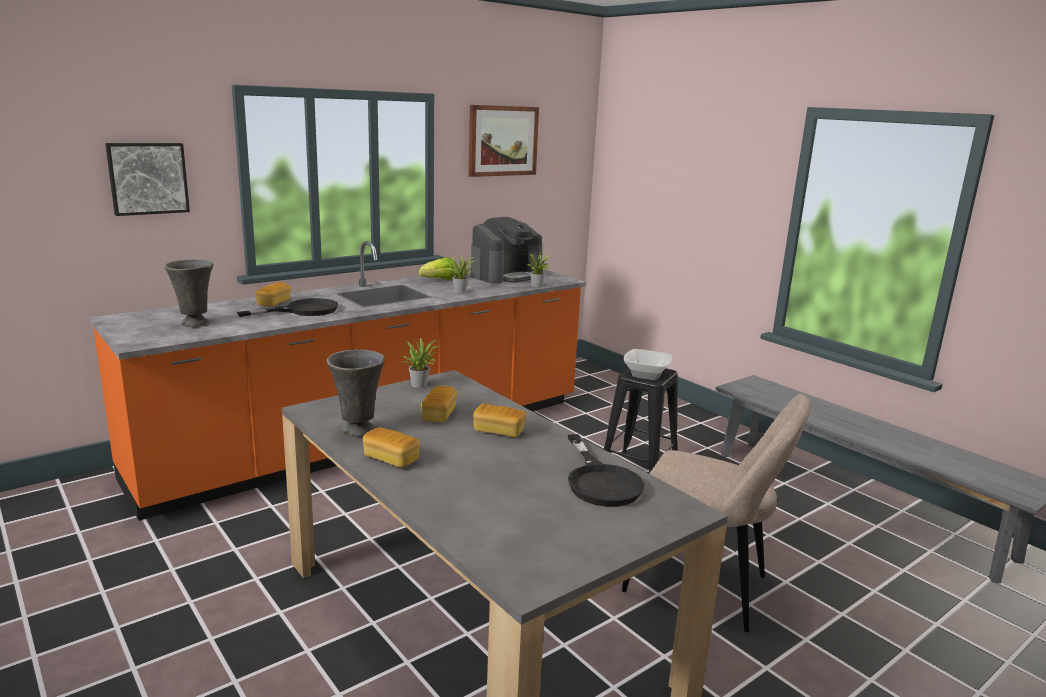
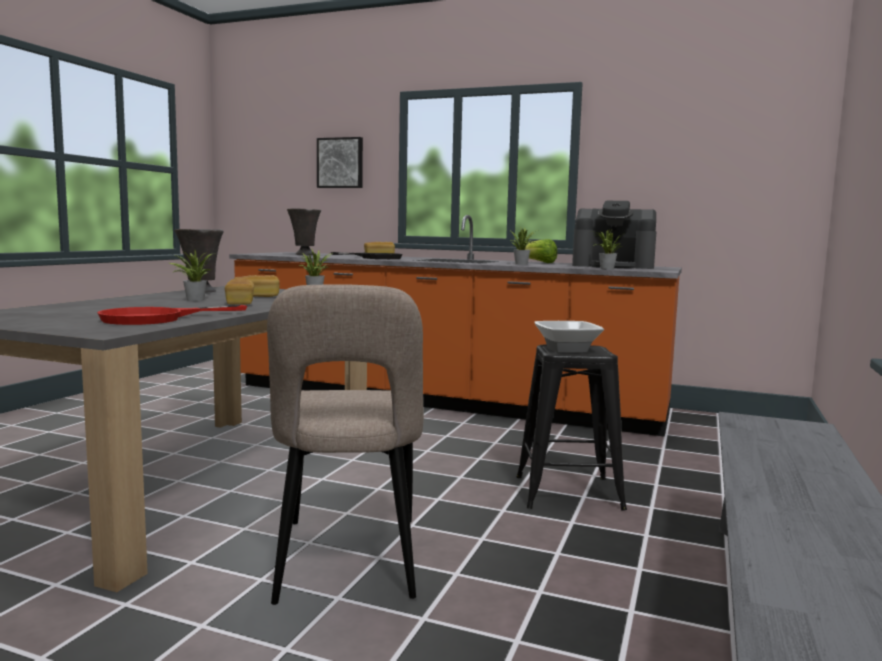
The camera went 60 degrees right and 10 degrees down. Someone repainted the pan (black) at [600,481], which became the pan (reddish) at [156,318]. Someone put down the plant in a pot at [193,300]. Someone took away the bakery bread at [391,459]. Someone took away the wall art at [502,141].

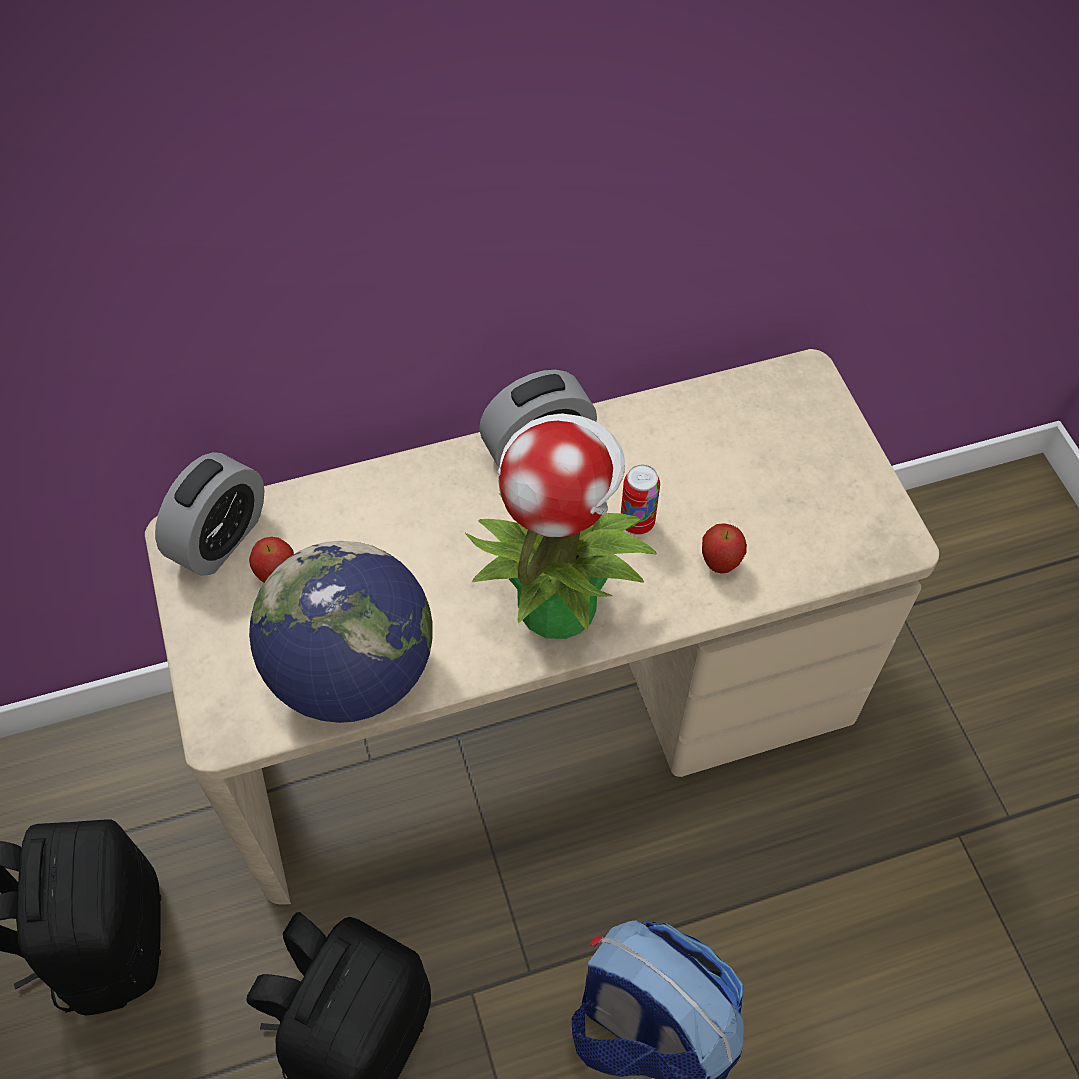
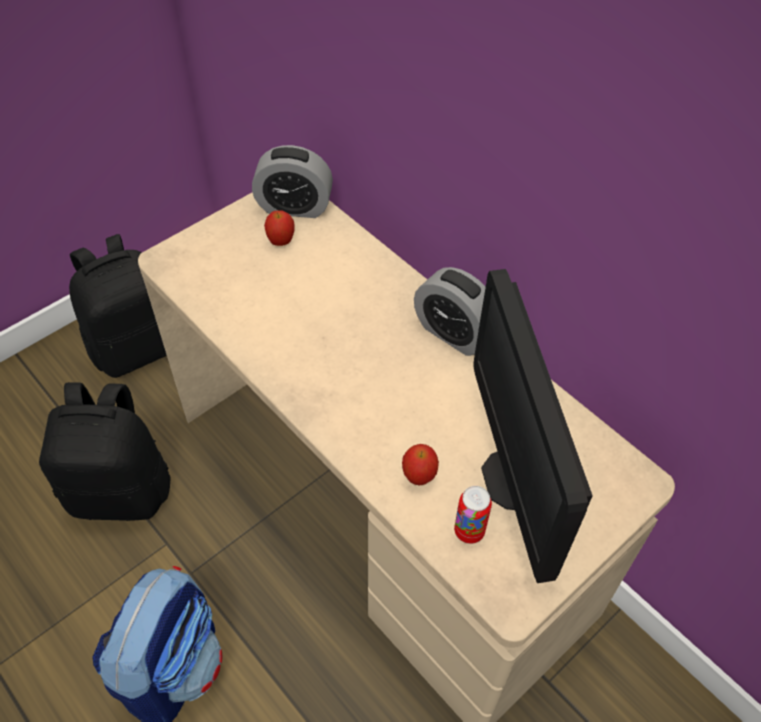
The camera went 65 degrees right and 5 degrees down. Someone carried the can from [637,522] to [469,531]. Someone put down the monitor at [513,479]. Someone took away the world globe at [353,672]. Someone took away the plant in a pot at [557,601].

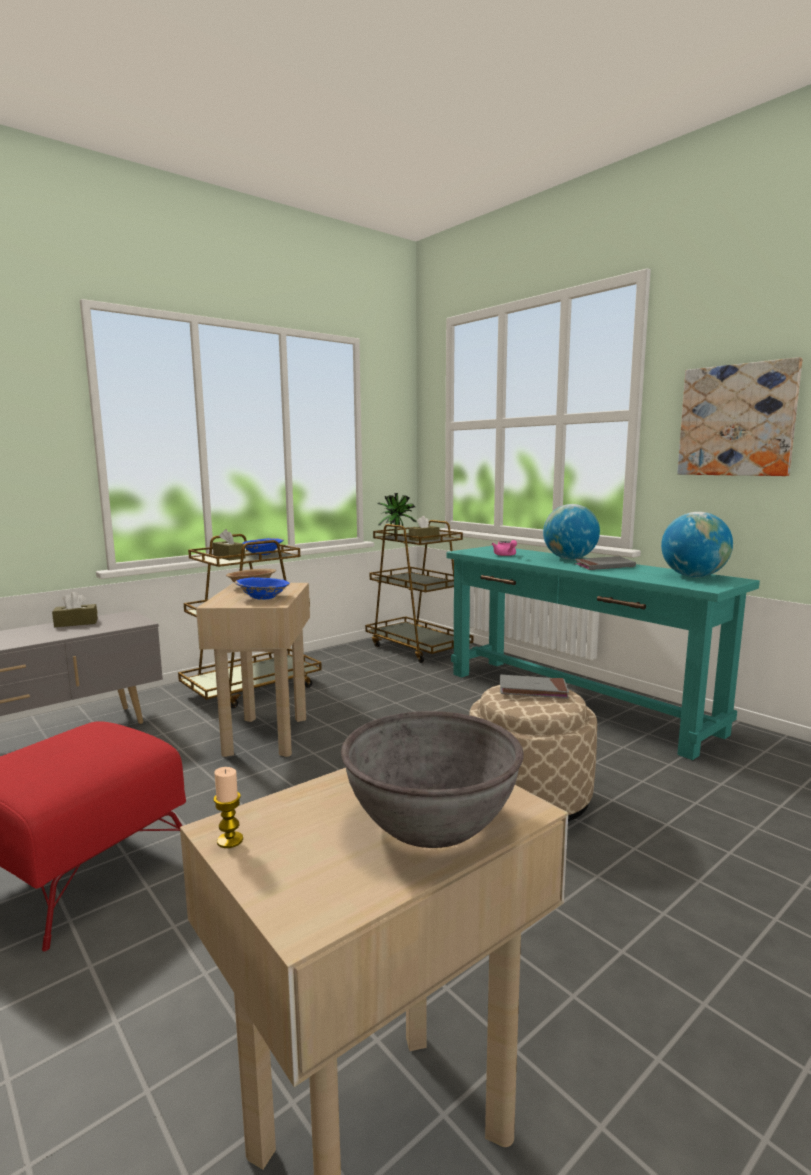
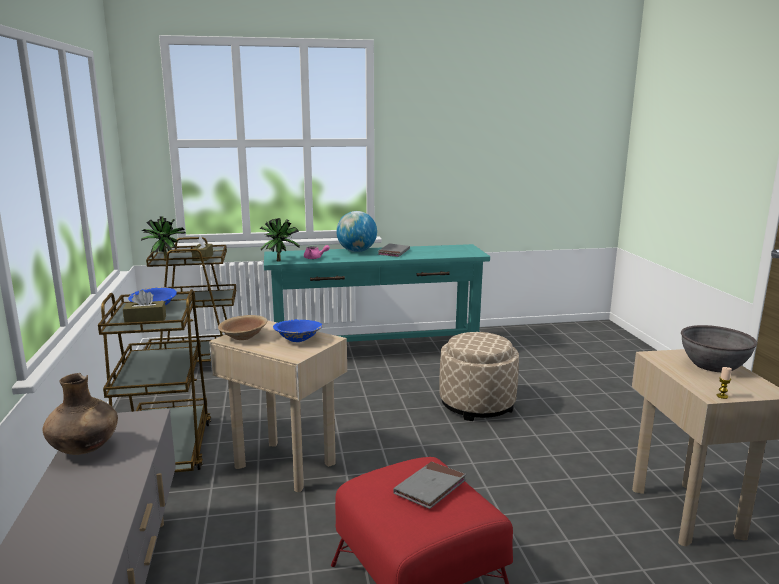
The camera went 60 degrees left and 5 degrees up. Someone swapped the box of tissues (brownish) at [76,623] for the flower vase (brownish) at [85,449]. Someone put down the plant in a pot at [280,260]. Someone carried the volume (grey) from [533,690] to [430,488]. Someone took away the world globe at [693,576]. Someone took away the wall art at [737,420].

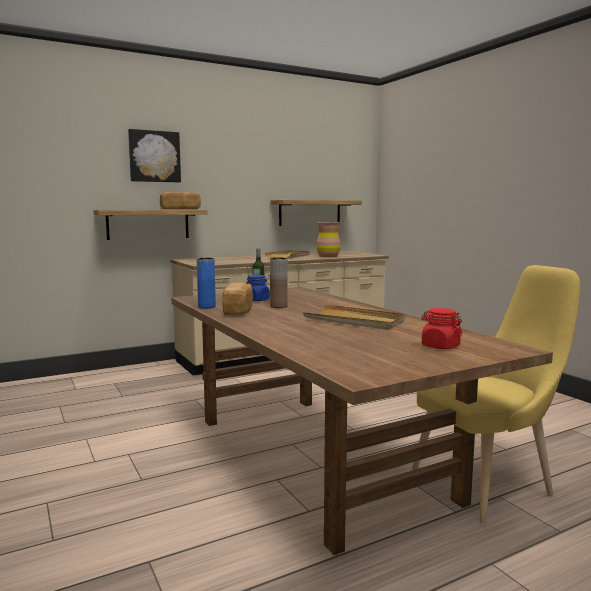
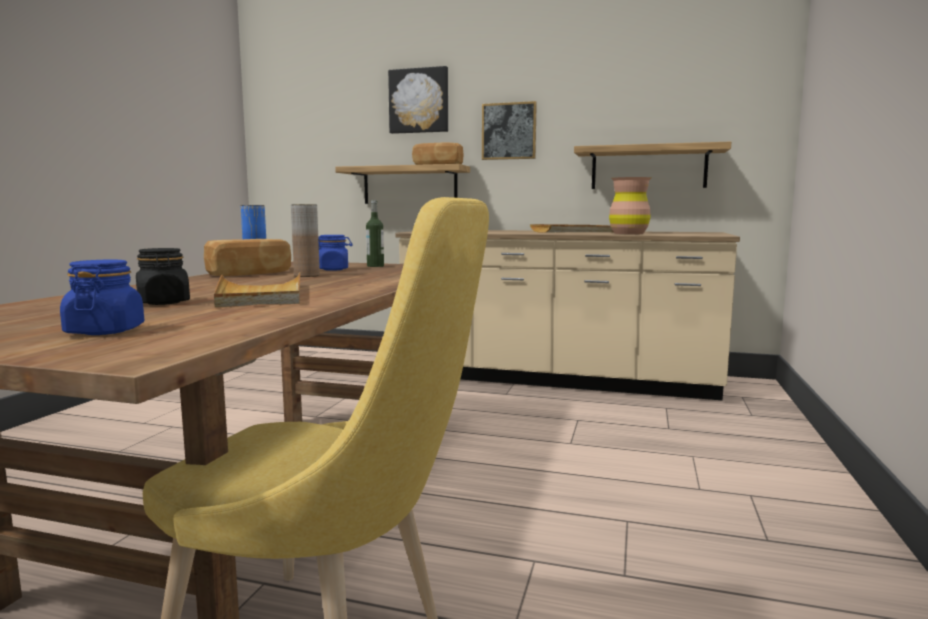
The camera went 45 degrees right and 0 degrees up. Someone repainted the jar (reddish) at [440,346], which became the jar (bluish) at [105,331]. Someone put down the jar (black) at [164,302]. Someone put up the wall art at [509,131].

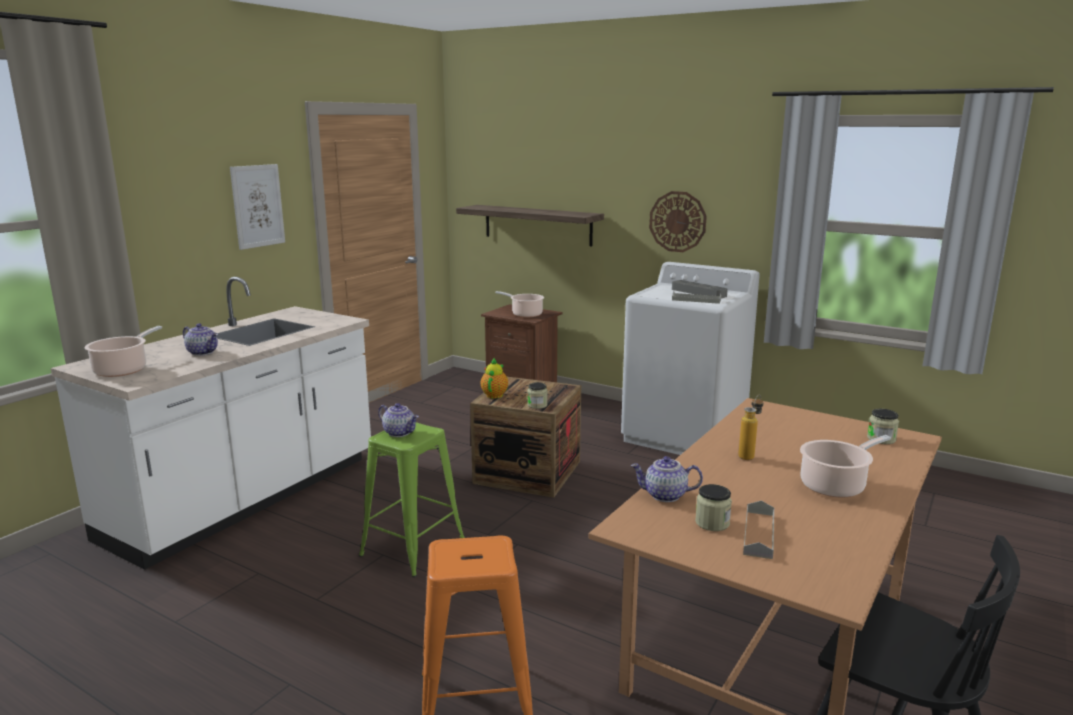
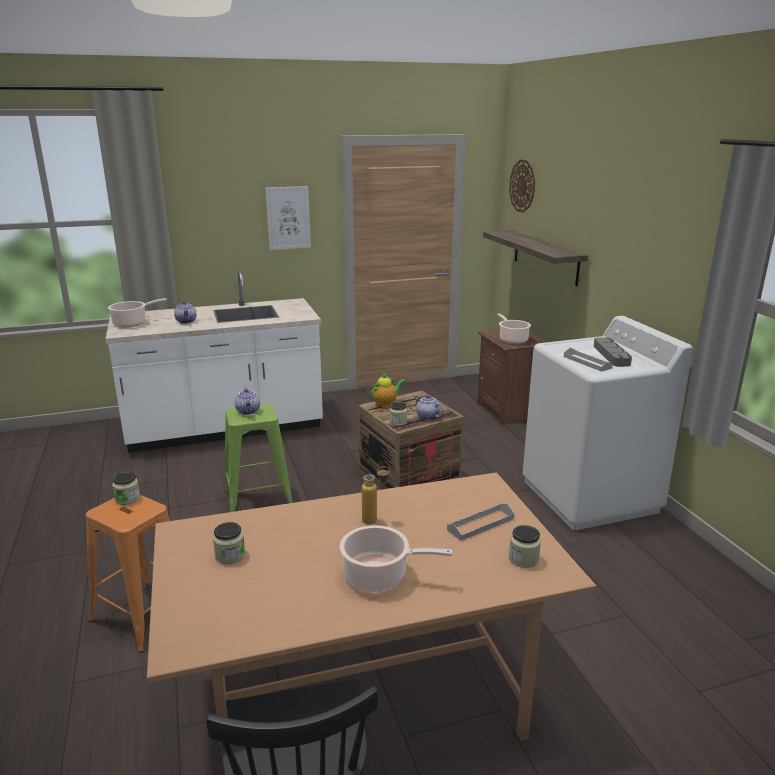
The camera went 40 degrees right and 5 degrees up. Someone put down the jar at [127,499]. Someone carried the tea pot from [664,496] to [427,417]. Someone carried the carrying tray (grey) from [759,534] to [480,524]. Someone carried the clock on the wall from [677,221] to [522,186].

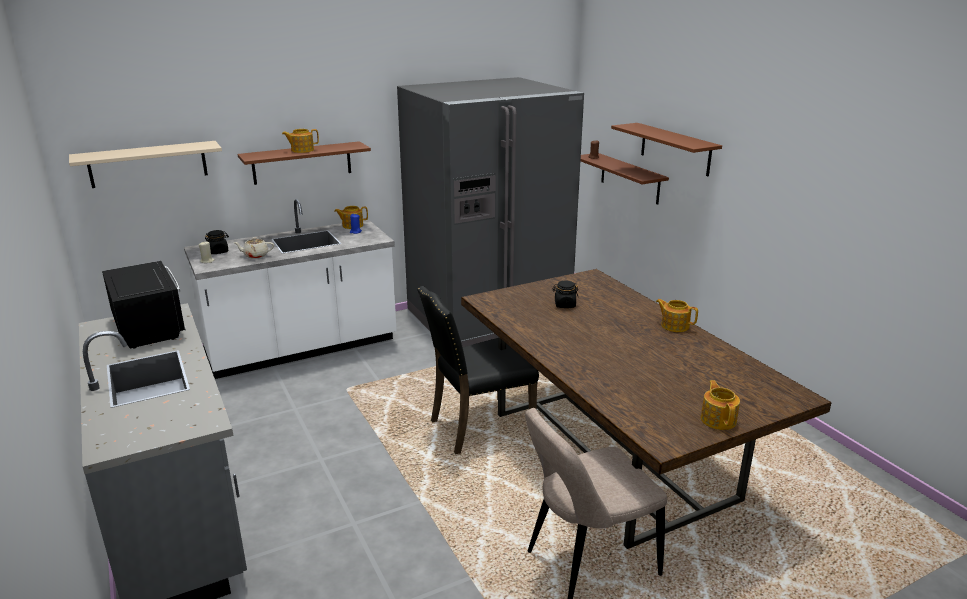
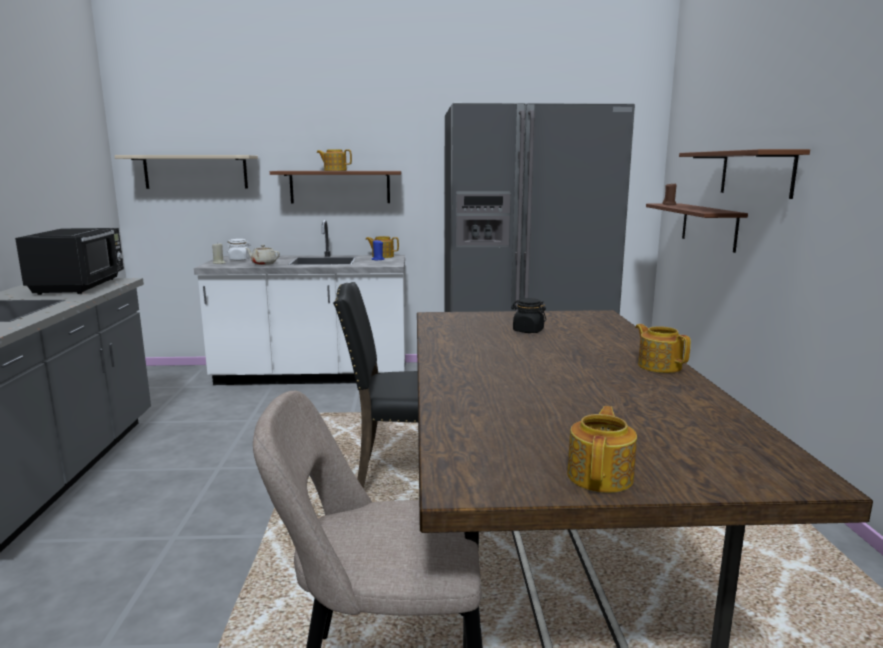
The camera went 25 degrees right and 10 degrees down. Someone repainted the jar (black) at [218,251], which became the jar (whitish) at [239,259].

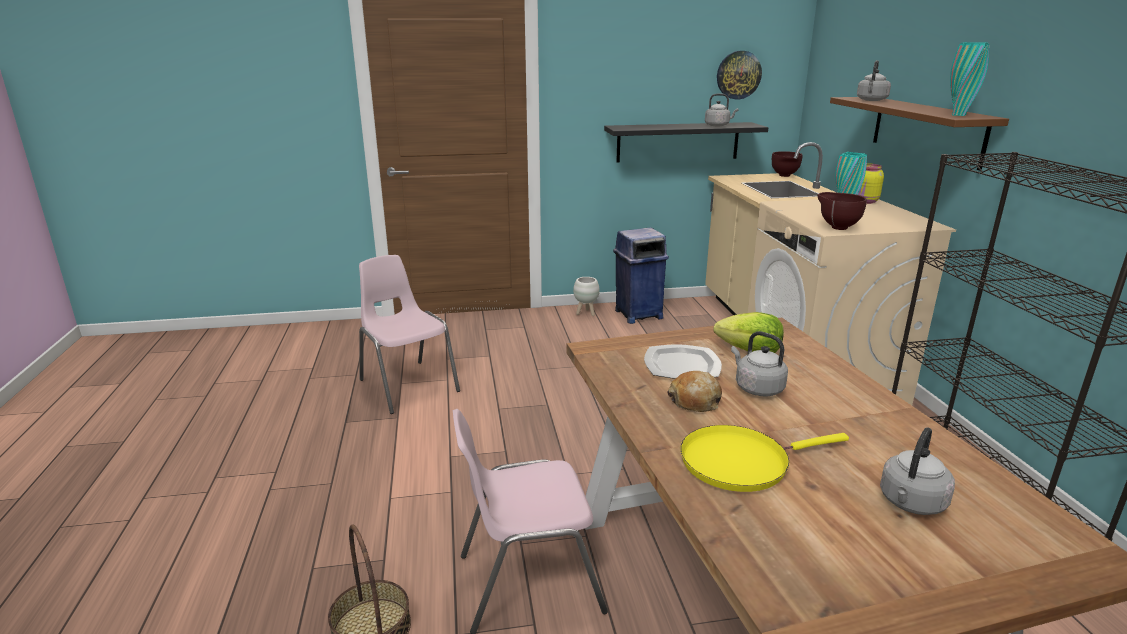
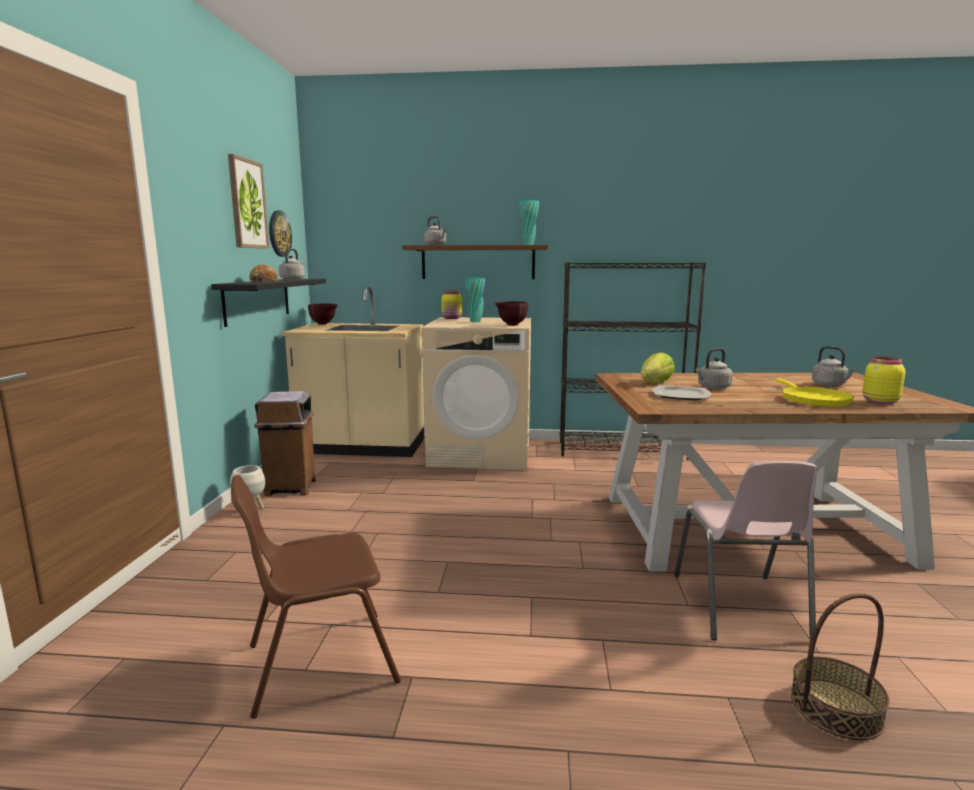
The camera went 75 degrees left and 10 degrees down. Someone put up the wall art at [247,204]. Someone repainted the chair (pink) at [408,385], which became the chair (brownish) at [319,662]. Someone carried the bakery bread from [695,401] to [264,281]. Someone repainted the rubbish bin (bluish) at [637,314], which became the rubbish bin (brownish) at [290,488]. Someone put down the jar (yellow-coloured) at [879,401].

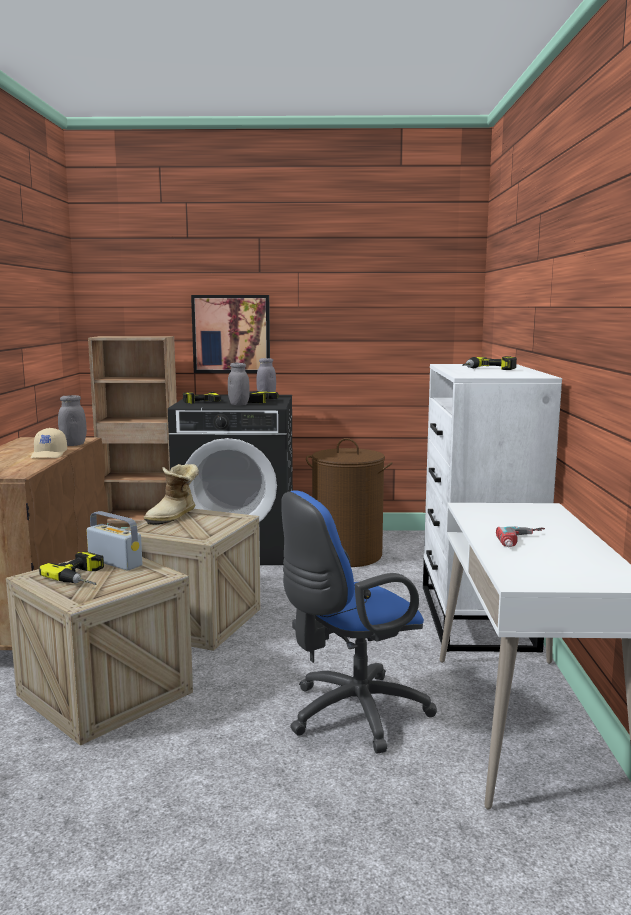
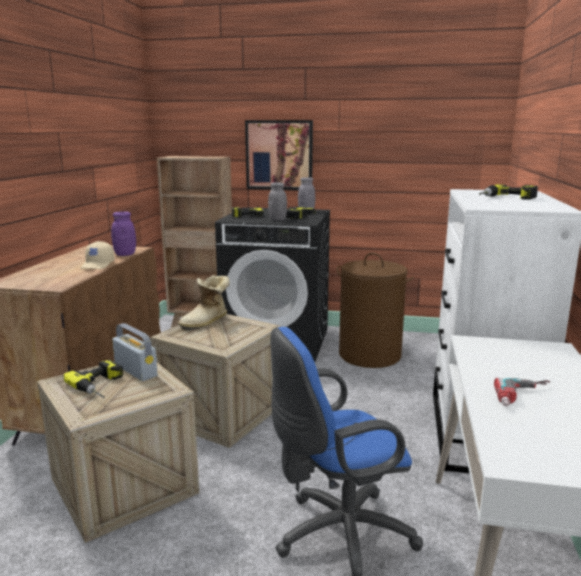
The camera went 10 degrees right and 5 degrees up. Someone repainted the jar (grey) at [73,444], which became the jar (purple) at [125,254].

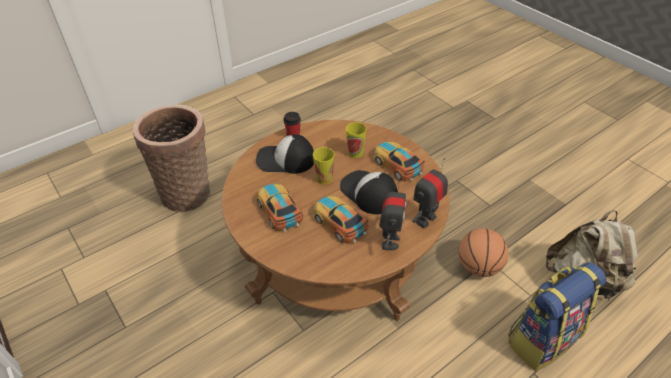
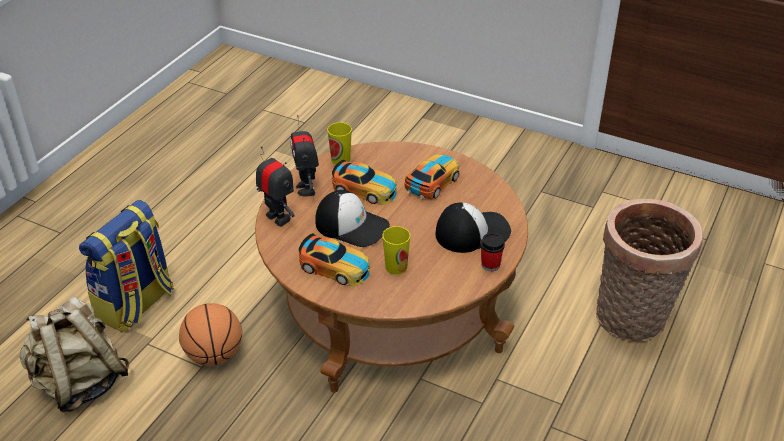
The camera went 155 degrees right and 5 degrees down. Someone rotated the model robot at [425,219] by 60 degrees counterclockwise. Someone carried the drinking cup from [324,178] to [340,159]. Someone rotated the toy car at [279,211] by 90 degrees counterclockwise.

